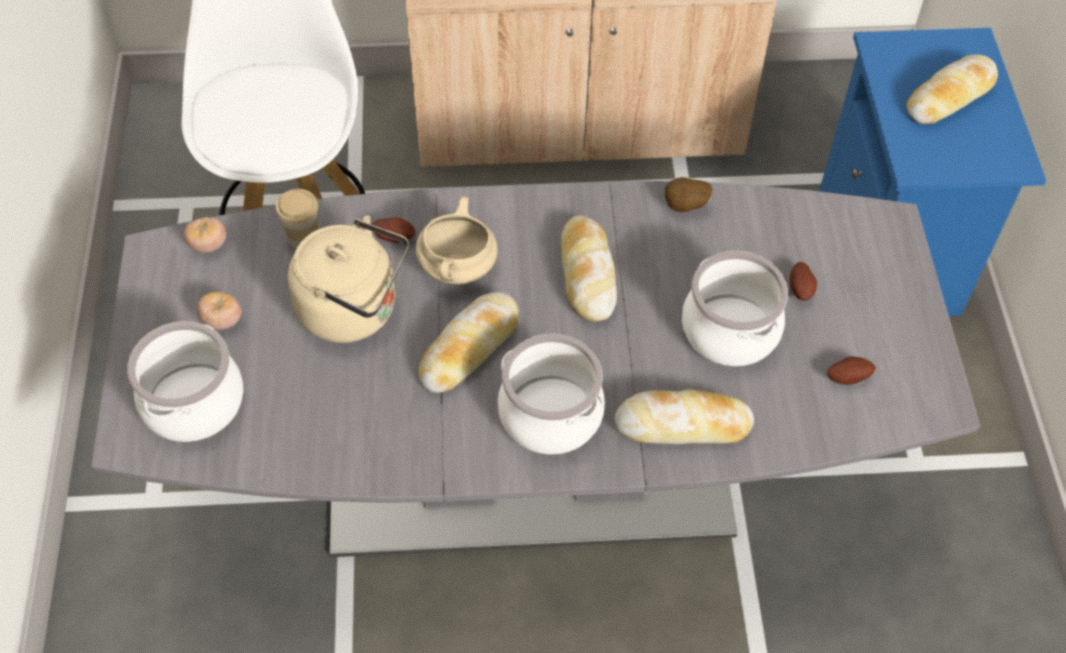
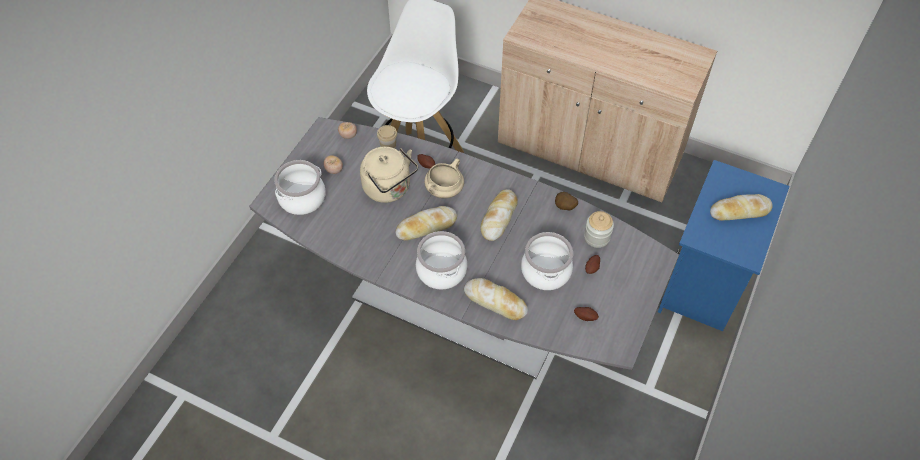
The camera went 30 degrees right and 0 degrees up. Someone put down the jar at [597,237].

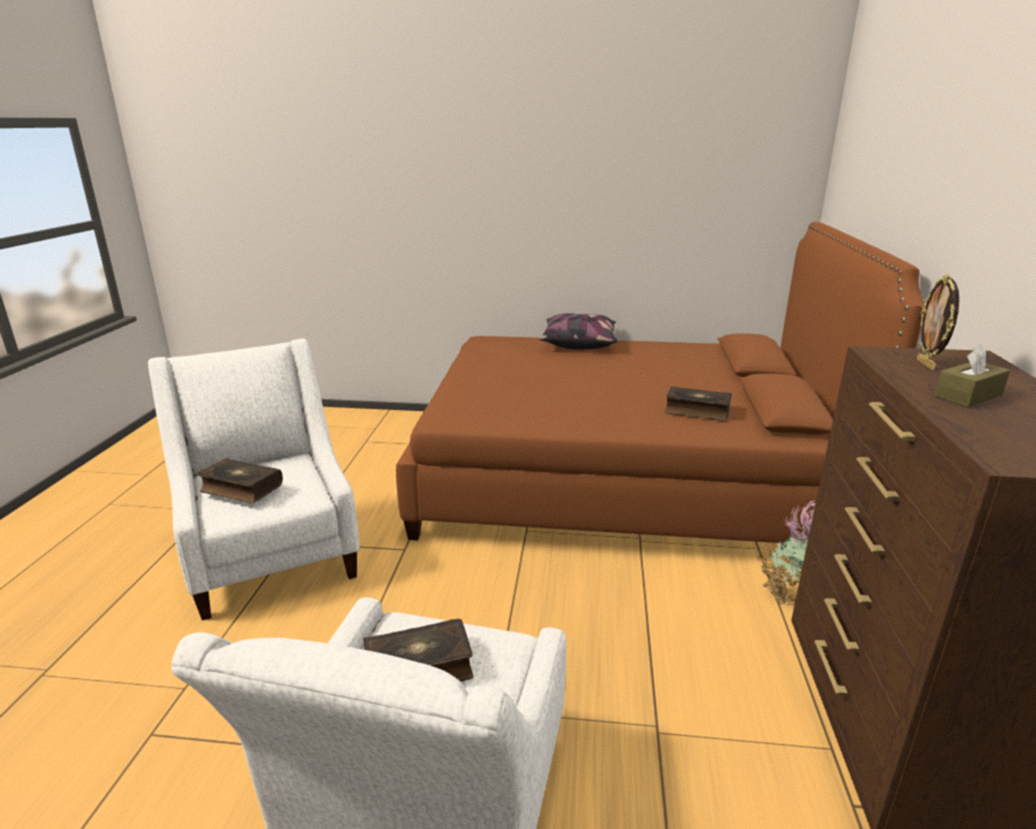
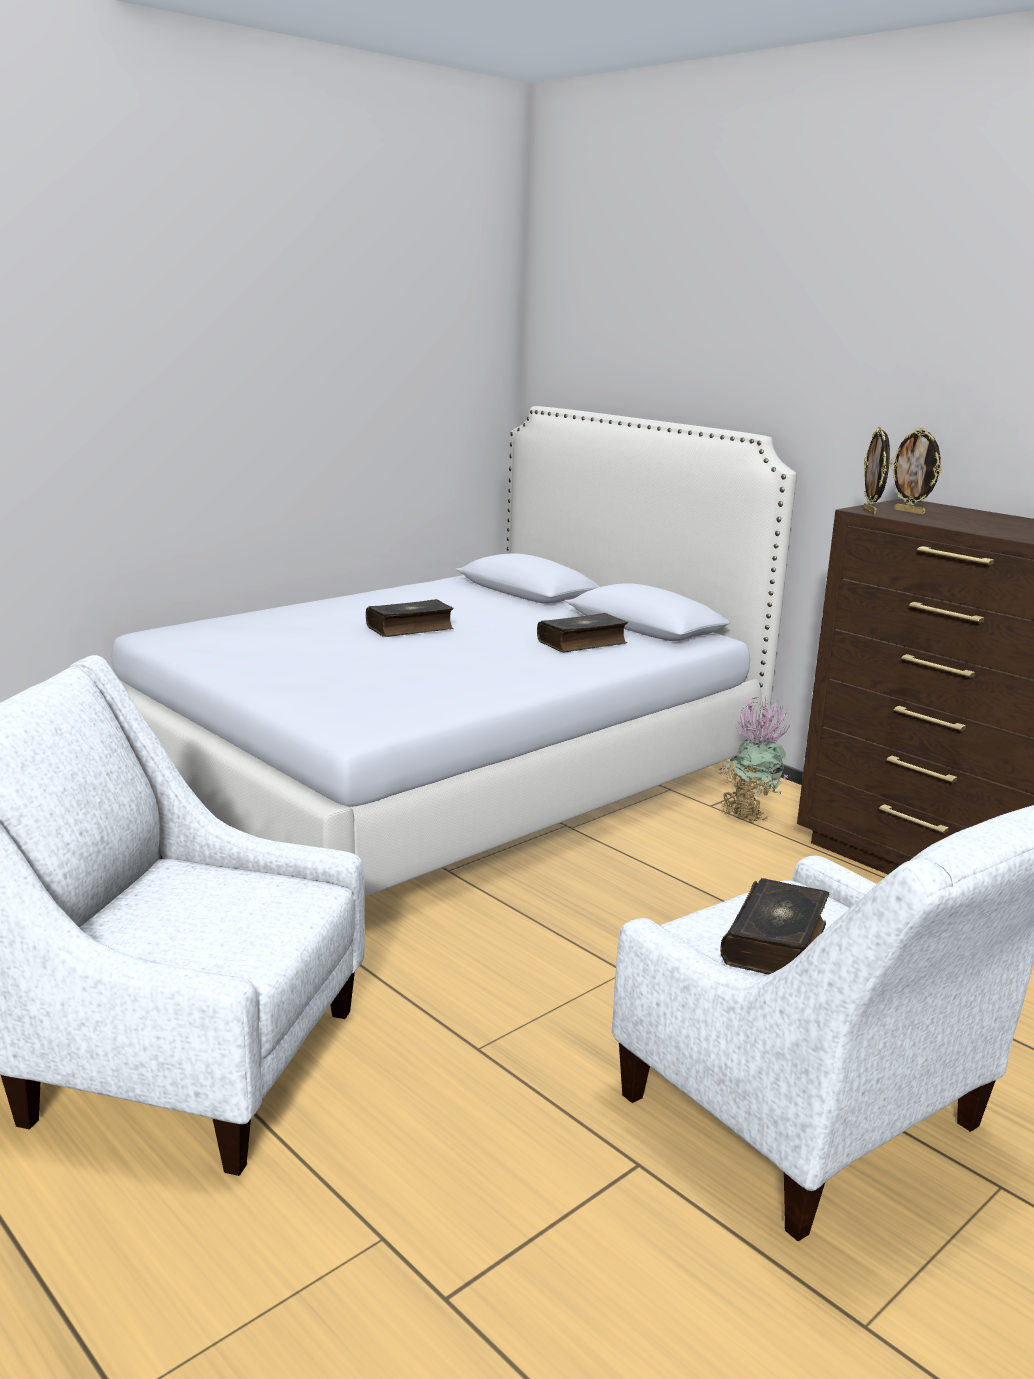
The camera went 50 degrees left and 5 degrees down. Someone repainted the bedroom bed (brownish) at [621,478], which became the bedroom bed (whitish) at [446,779]. Someone carried the volume from [241,488] to [410,628]. Someone put down the standing frame at [870,512]. Someone took away the pillow at [578,343]. Someone took away the box of tissues (brownish) at [968,396].

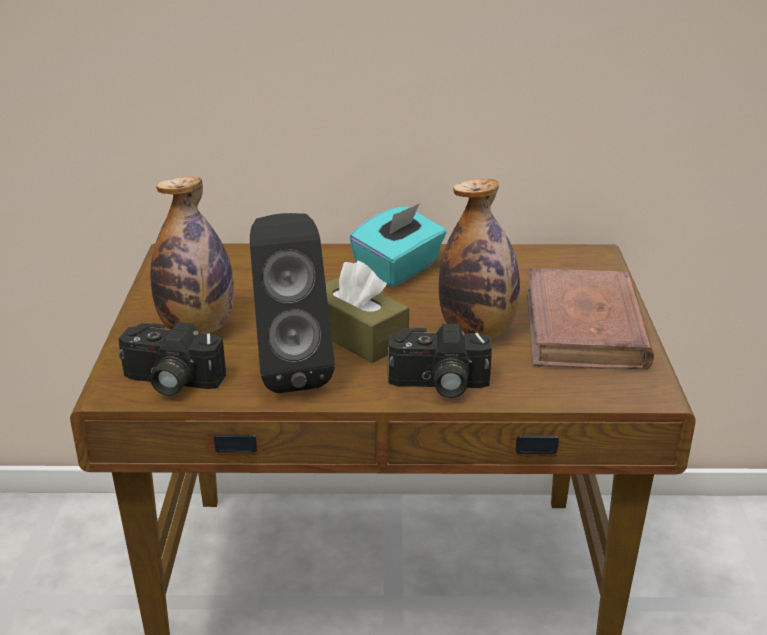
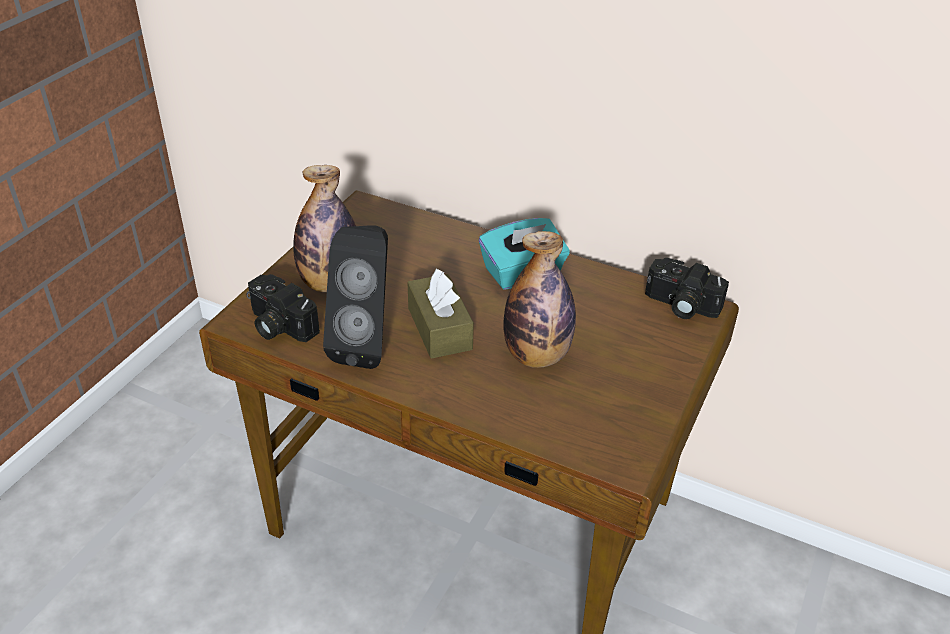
The camera went 25 degrees right and 10 degrees up. Someone carried the photo camera from [438,385] to [680,306]. Someone took away the volume (brownish) at [584,327].

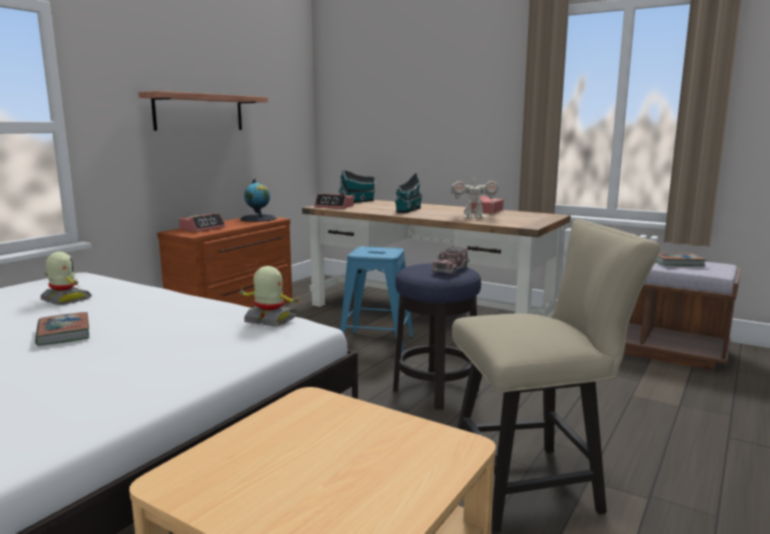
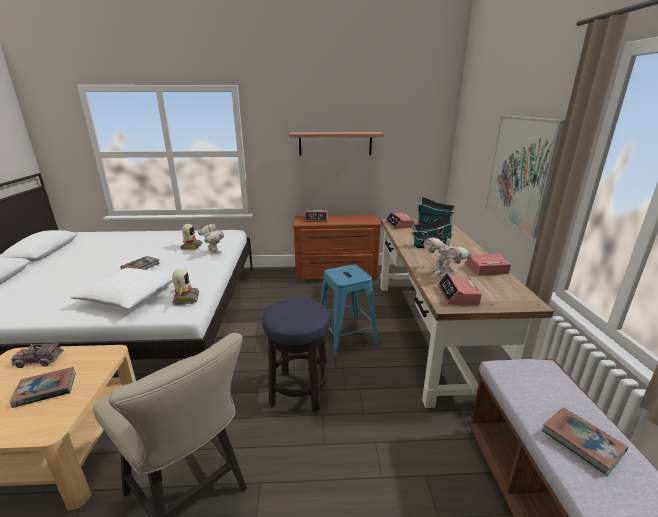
The camera went 55 degrees right and 10 degrees up. Someone put down the volume at [46,389]. Someone carried the toy lorry from [450,270] to [39,361]. Someone put down the pillow (whitish) at [130,296]. Someone put down the model robot at [213,252]. Someone put down the bedside clock at [458,295]. Someone put up the wall art at [520,172]. Someone took away the world globe at [258,218].

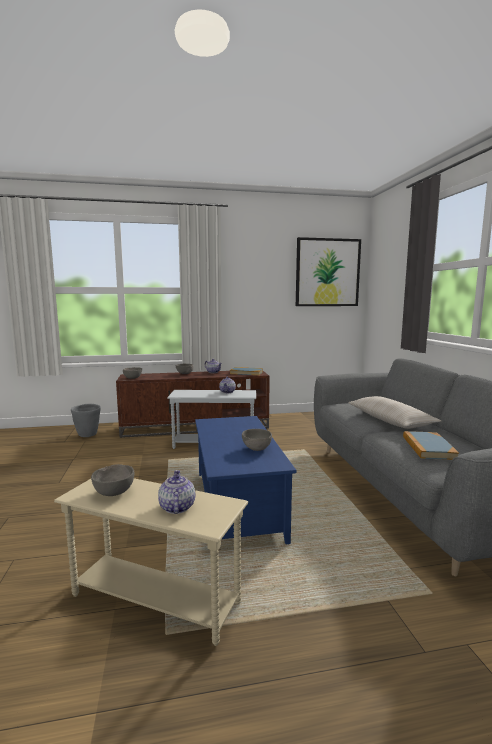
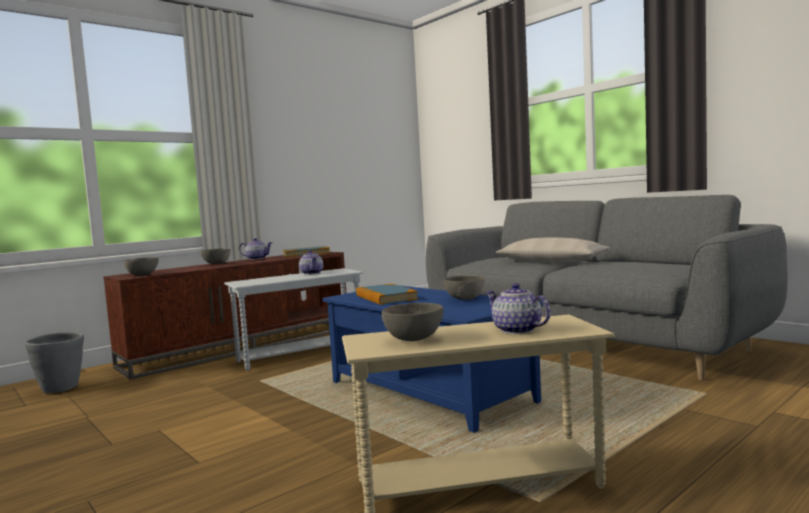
The camera went 30 degrees left and 5 degrees down. Someone carried the volume from [428,448] to [386,297]. Someone took away the wall art at [327,272].

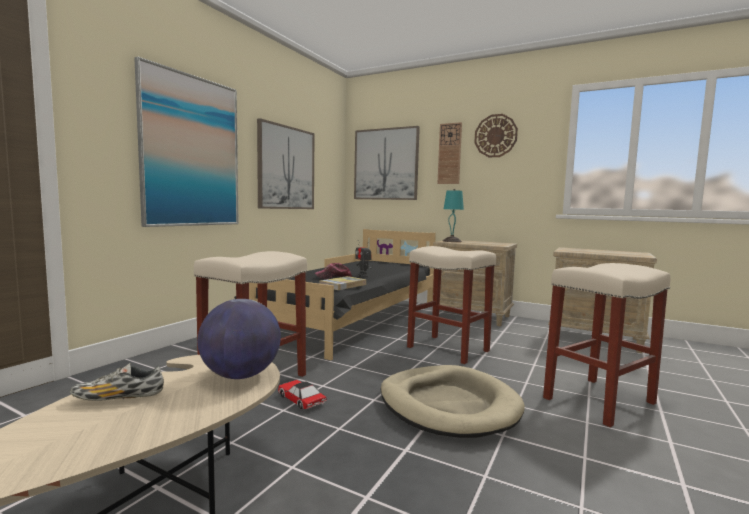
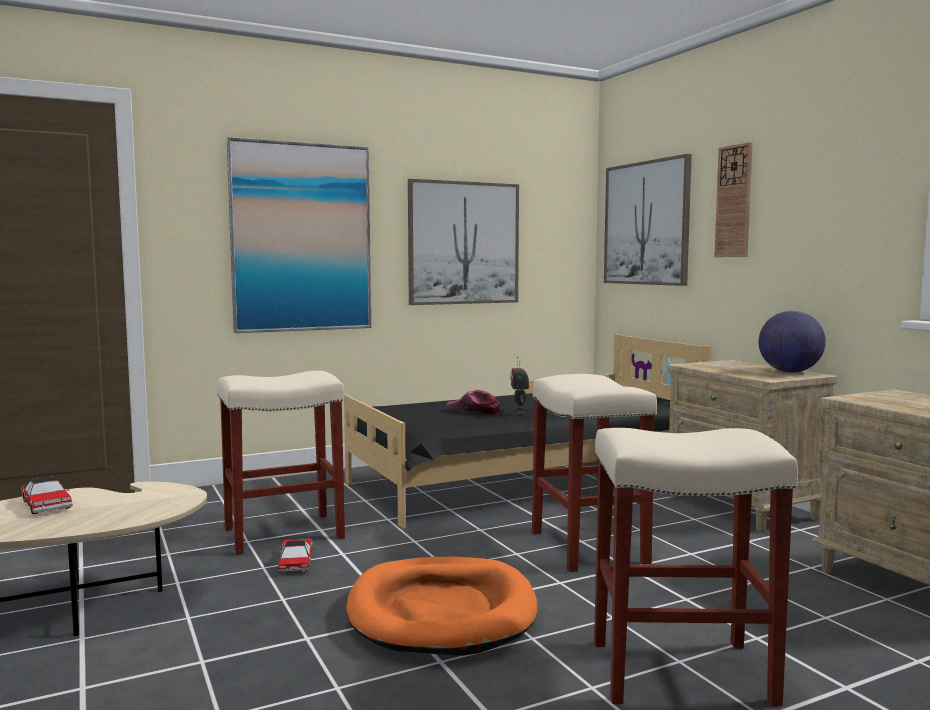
The camera went 35 degrees right and 0 degrees up. Someone swapped the item of footwear at [118,398] for the toy car at [46,504]. Someone repainted the pet bed (sand-coloured) at [448,405], which became the pet bed (orange) at [442,612]. Someone carried the world globe from [240,375] to [789,372]. Someone took away the volume at [342,285]. Someone took away the tabletop lamp (blue-green) at [451,241]. Someone took away the clock on the wall at [495,136].

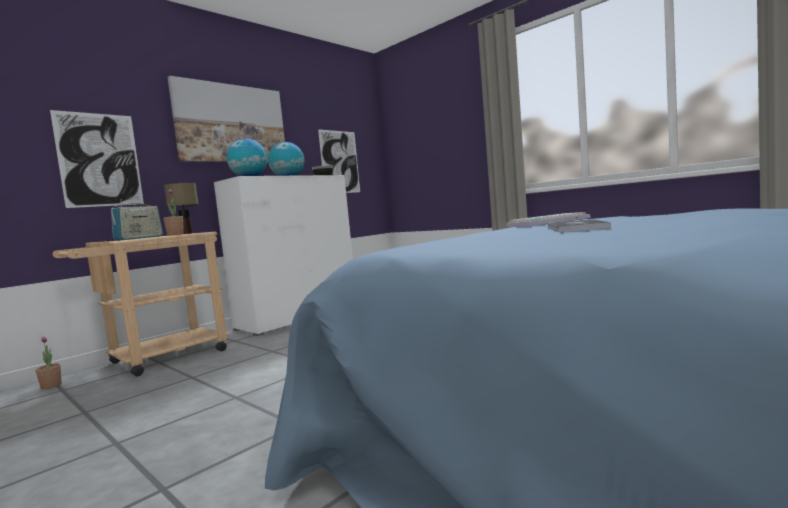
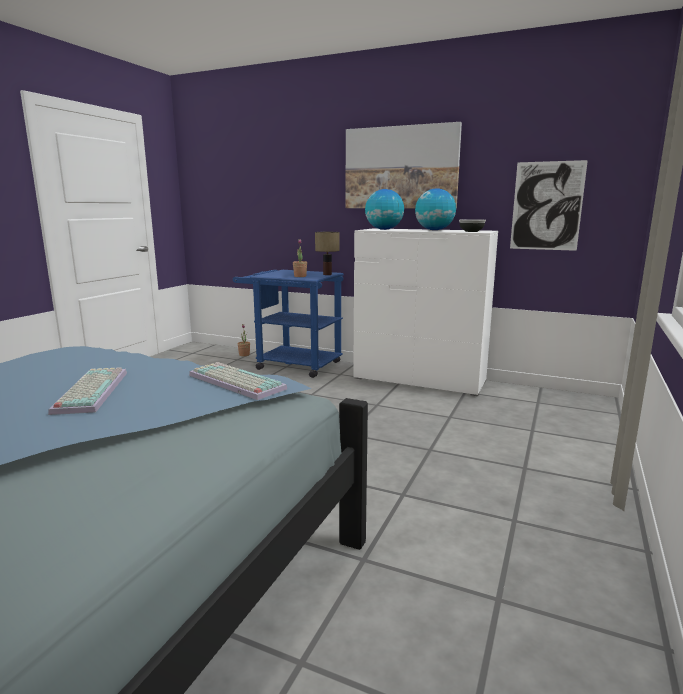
The camera went 70 degrees right and 10 degrees up. Someone swapped the volume at [576,228] for the PC keyboard at [90,391]. Someone repainted the trolley (sand-coloured) at [158,359], which became the trolley (bluish) at [292,364]. Someone took away the wall art at [99,160]. Someone took away the radio receiver at [139,238].

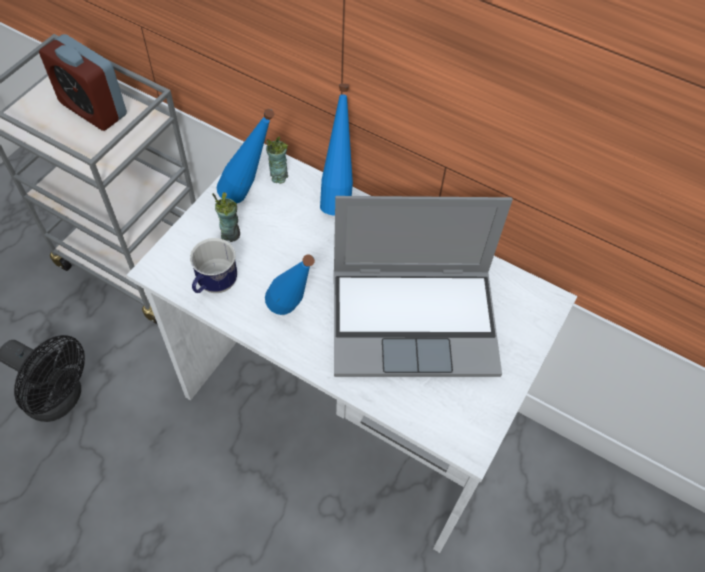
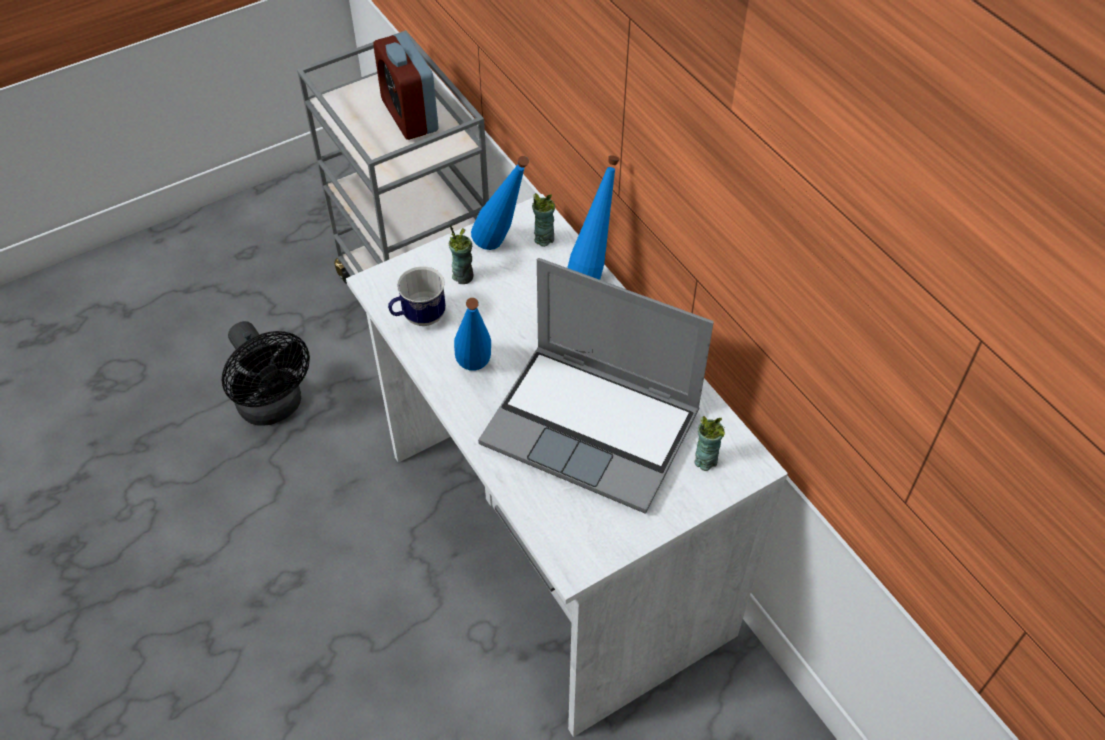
The camera went 30 degrees right and 5 degrees down. Someone put down the drinking cup at [705,460].

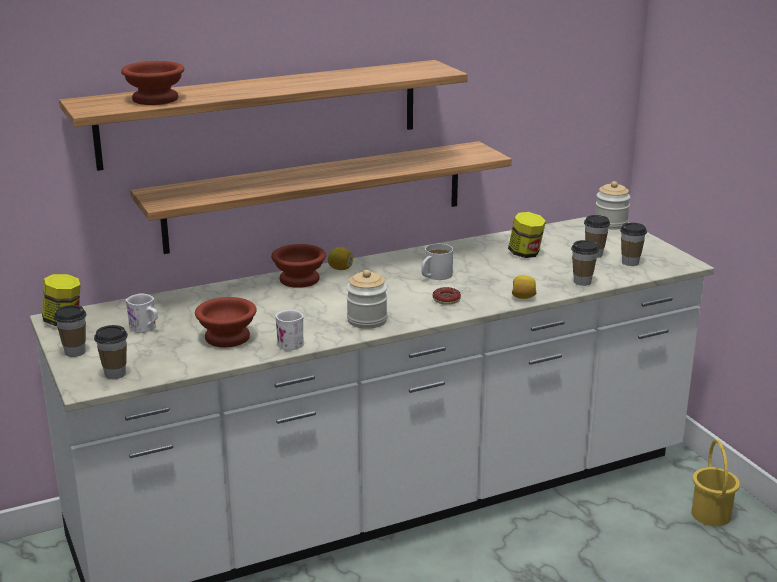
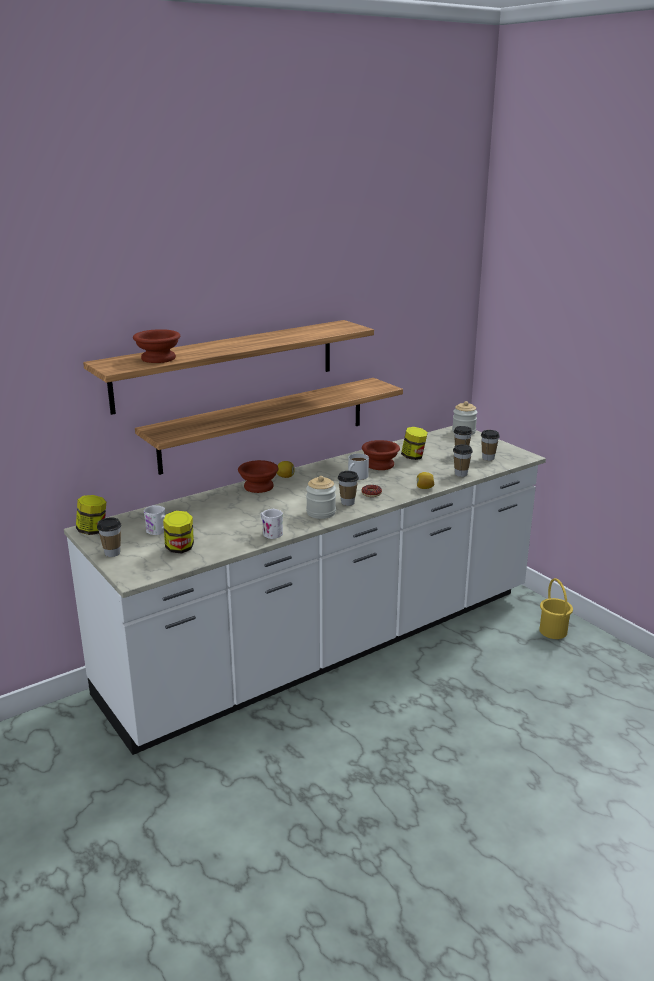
The camera went 10 degrees left and 0 degrees up. Someone put down the jar at [180,548]. Someone carried the drinking cup from [115,374] to [347,502]. Someone carried the bowl (brownish) from [225,337] to [379,465].

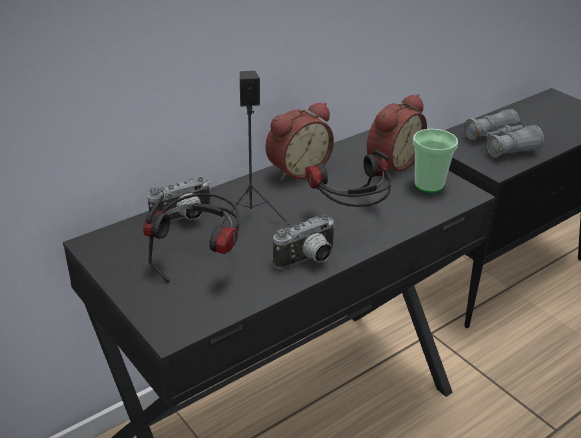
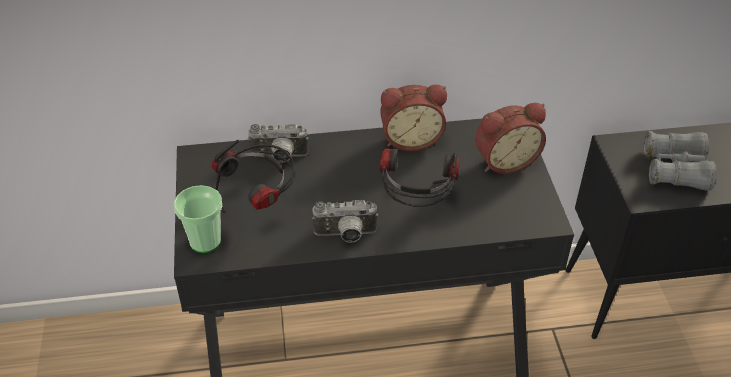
The camera went 30 degrees right and 10 degrees up. Someone carried the drinking cup from [429,185] to [205,241]. Someone took away the audio speaker (black) at [252,215].

